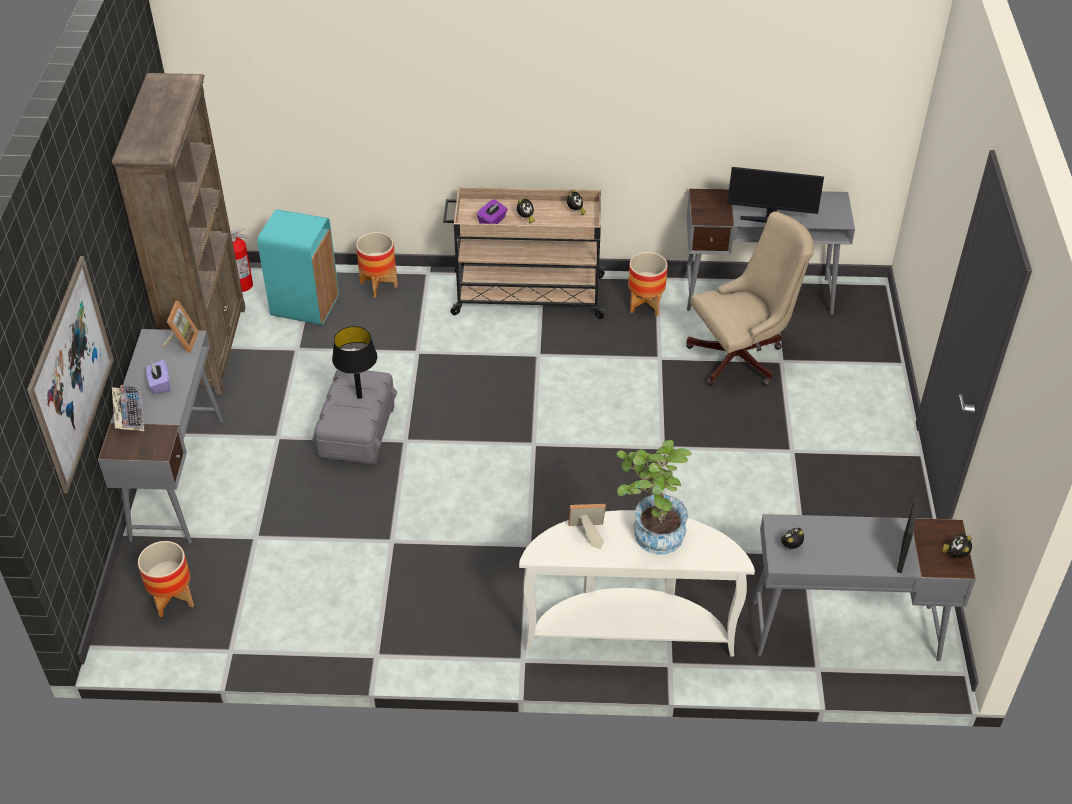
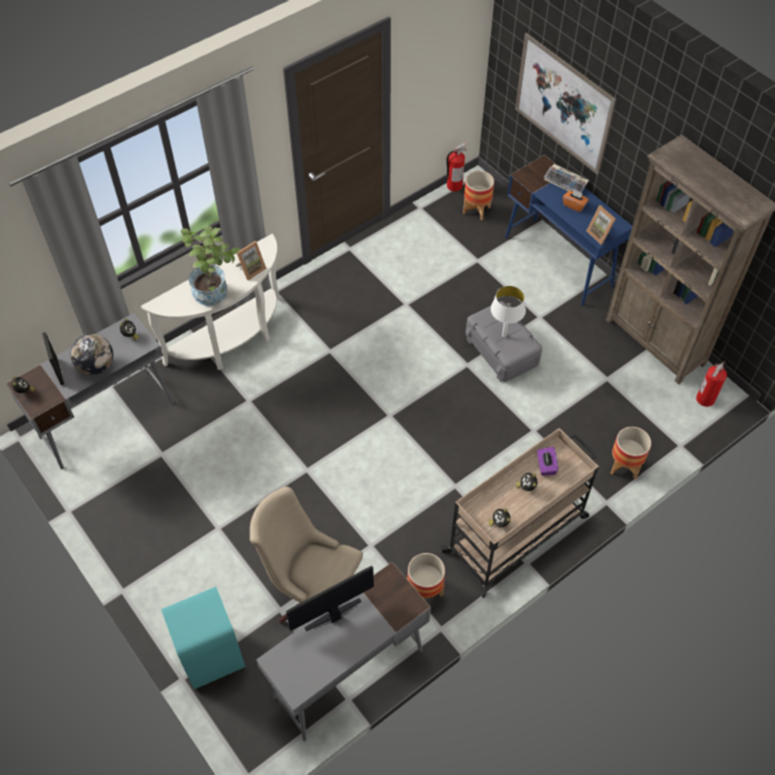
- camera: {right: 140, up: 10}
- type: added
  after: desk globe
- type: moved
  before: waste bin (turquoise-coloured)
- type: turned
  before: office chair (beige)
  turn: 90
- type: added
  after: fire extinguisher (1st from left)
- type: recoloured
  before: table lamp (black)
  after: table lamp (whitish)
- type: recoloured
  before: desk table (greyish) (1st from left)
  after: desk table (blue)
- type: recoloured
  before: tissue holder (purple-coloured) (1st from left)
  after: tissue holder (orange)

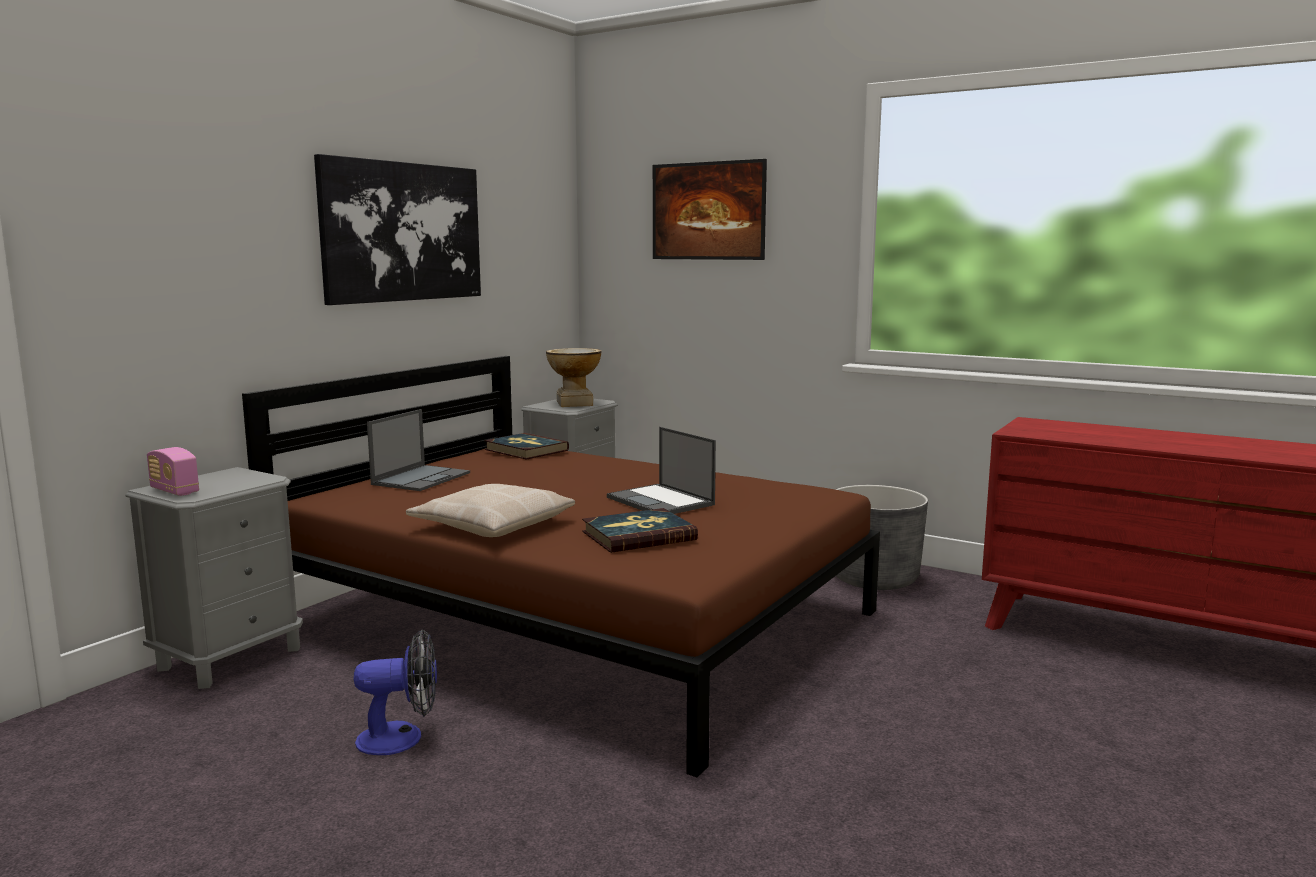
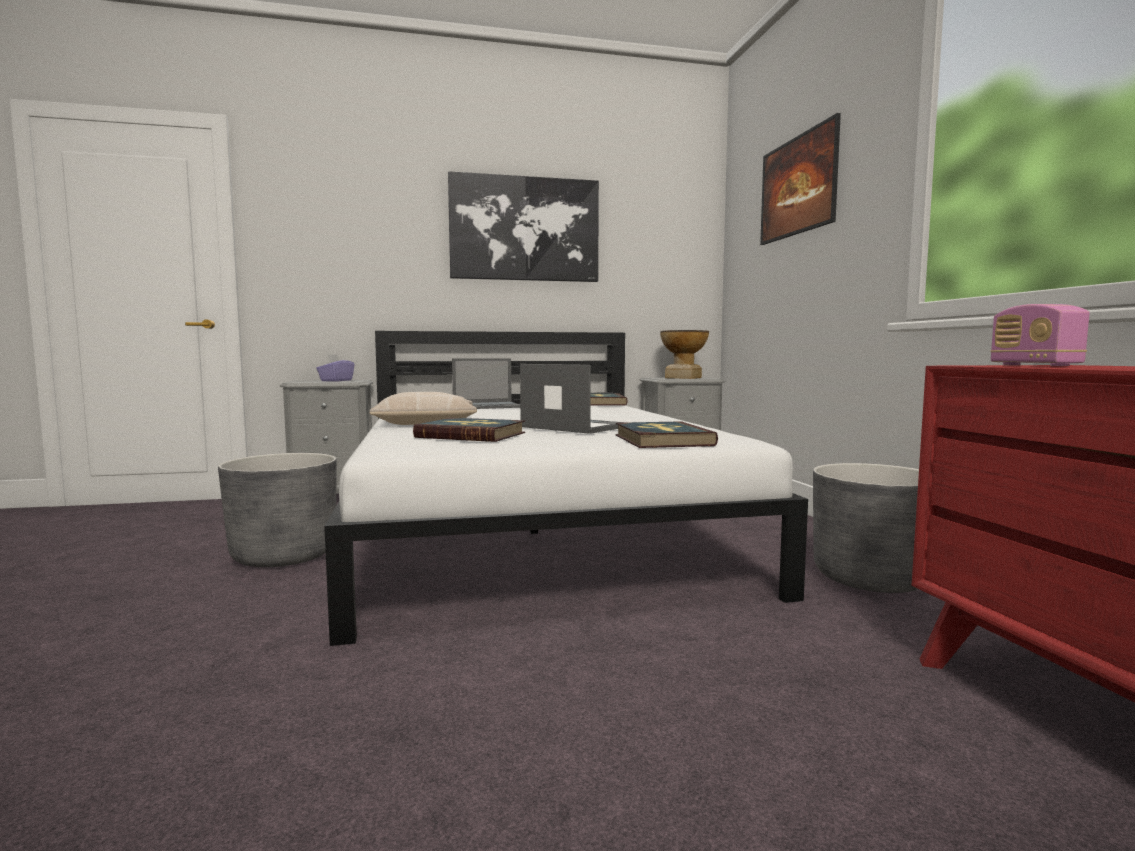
- camera: {right: 45, up: -5}
- type: replaced
  before: fan
  after: flower pot (greyish) (1st from left)
- type: added
  after: tissue holder (purple-coloured)
- type: recoloured
  before: bed (brown-coloured)
  after: bed (whitish)
- type: turned
  before: portable computer (2nd from left)
  turn: 120
- type: added
  after: book (3rd from left)
- type: moved
  before: radio set

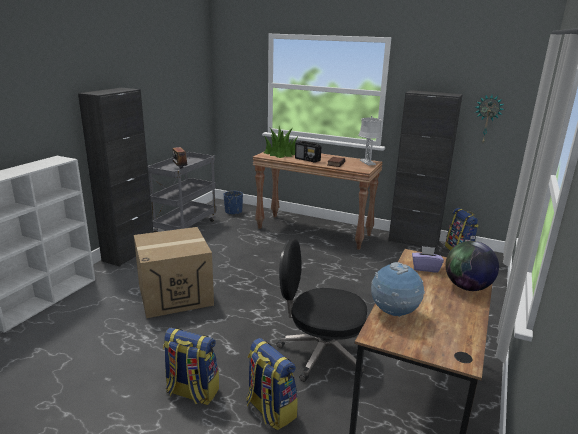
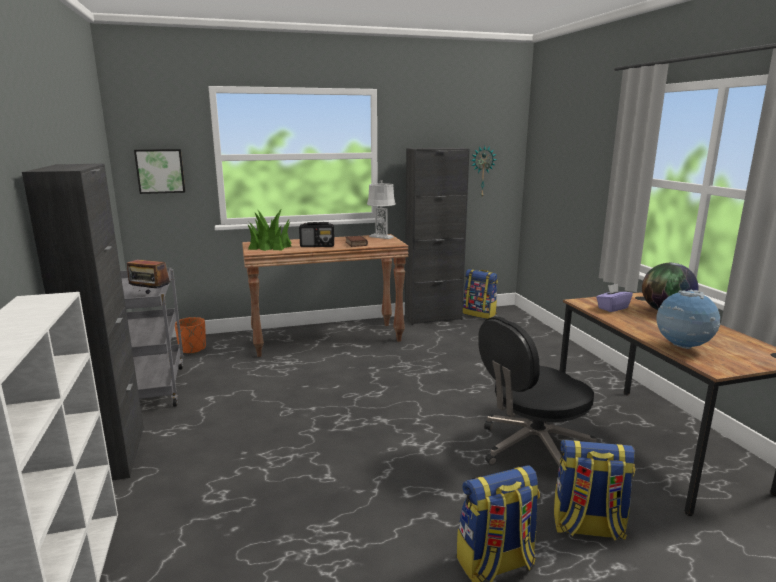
- camera: {right: -40, up: -5}
- type: added
  after: wall picture
- type: recoloured
  before: flower pot (blue)
  after: flower pot (orange)
- type: removed
  before: cardboard box

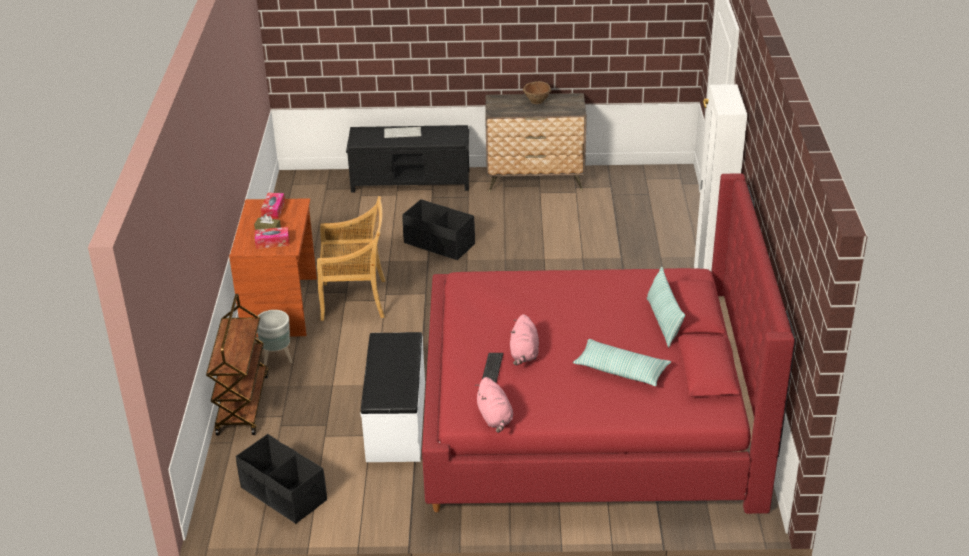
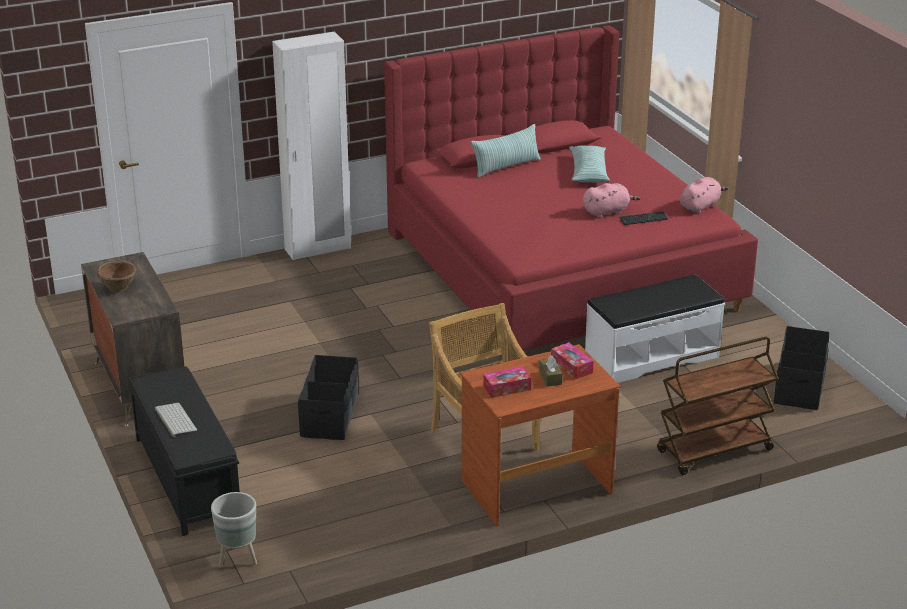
- camera: {right: -115, up: -5}
- type: moved
  before: flower pot (greyish)

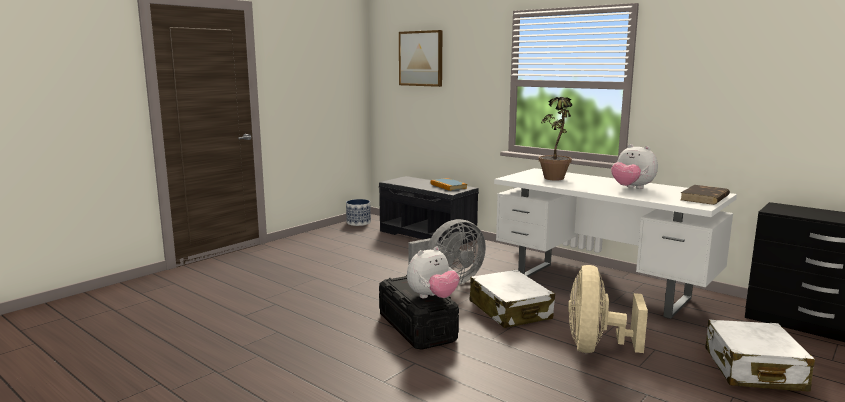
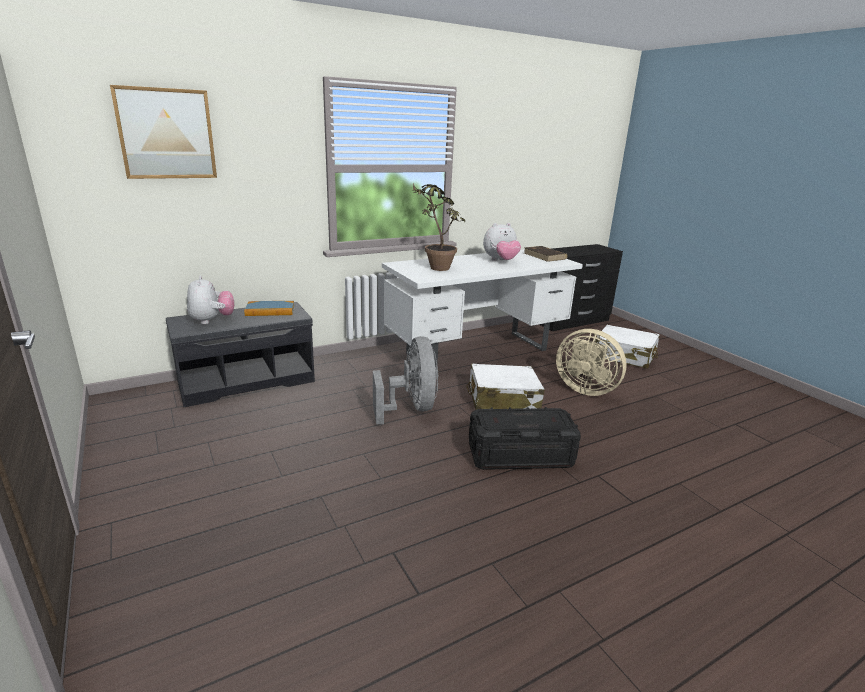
- camera: {right: -70, up: 10}
- type: moved
  before: plush toy (1st from left)
- type: removed
  before: flower pot

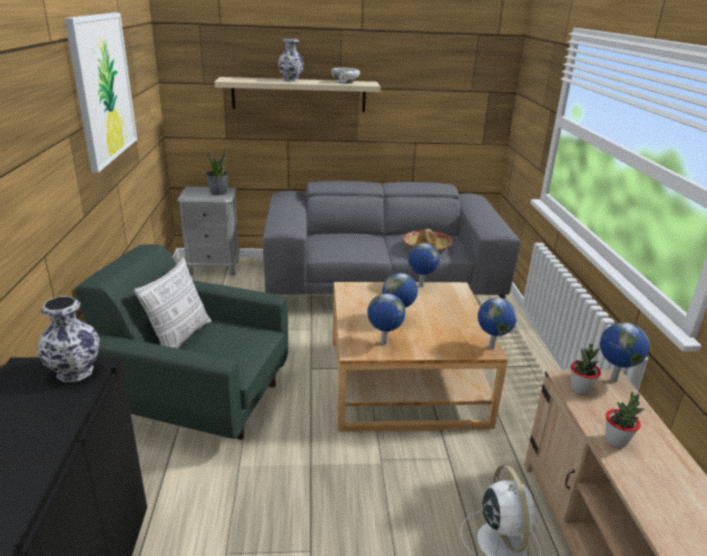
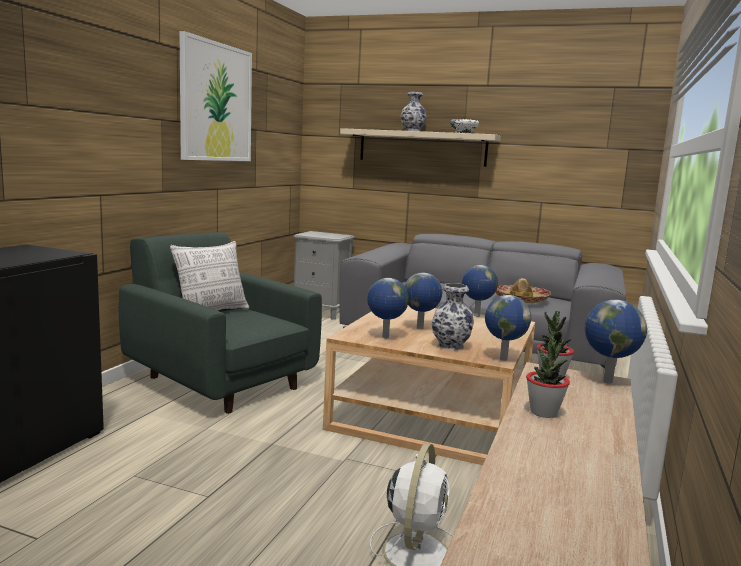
- camera: {right: 25, up: -15}
- type: moved
  before: vase (1st from left in the first image)
  after: vase (2nd from left)
- type: removed
  before: houseplant (1st from left)

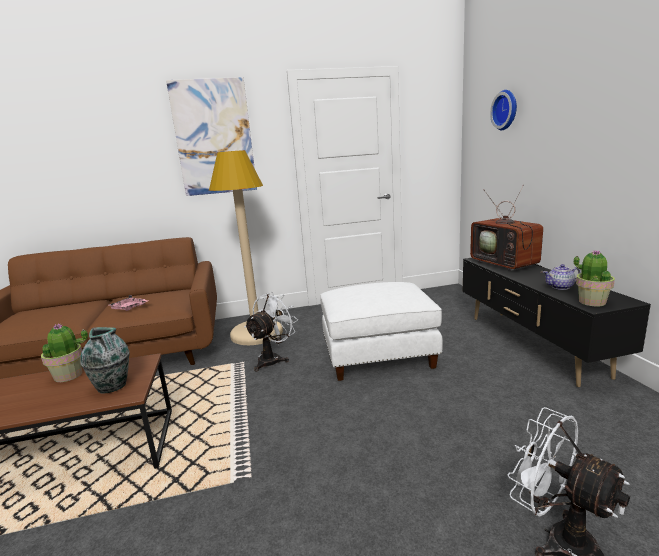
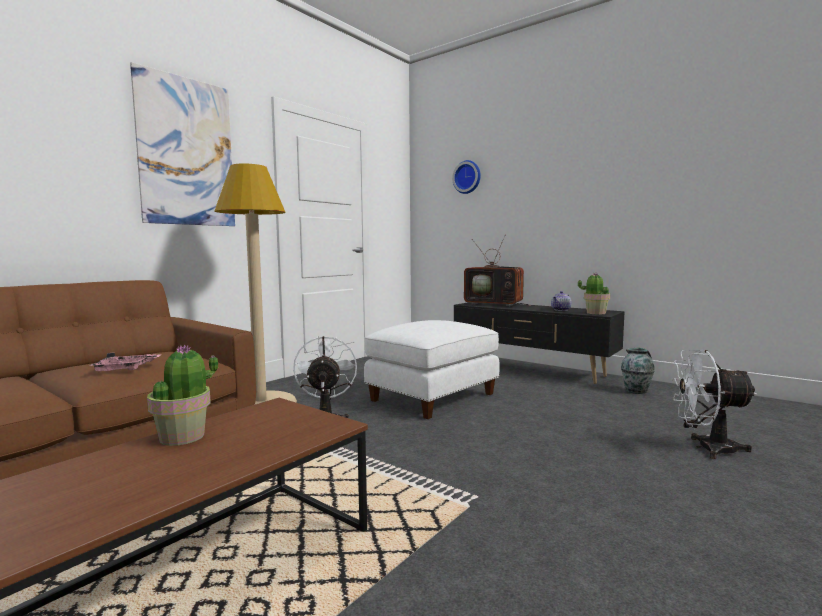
- camera: {right: -40, up: -10}
- type: moved
  before: vase

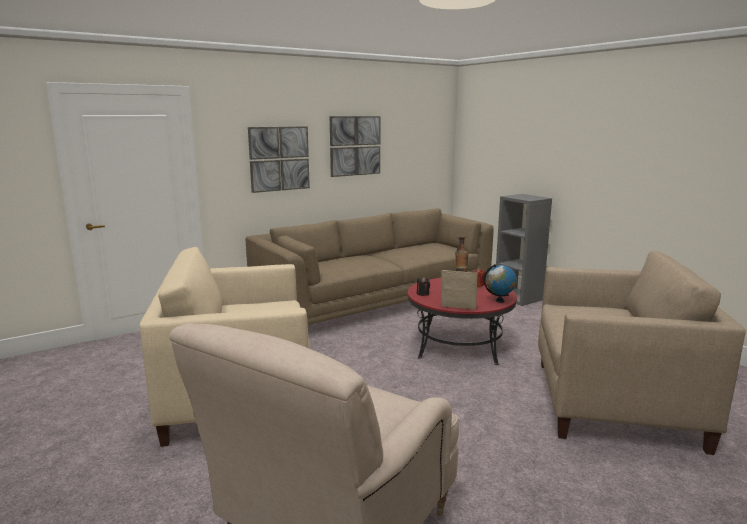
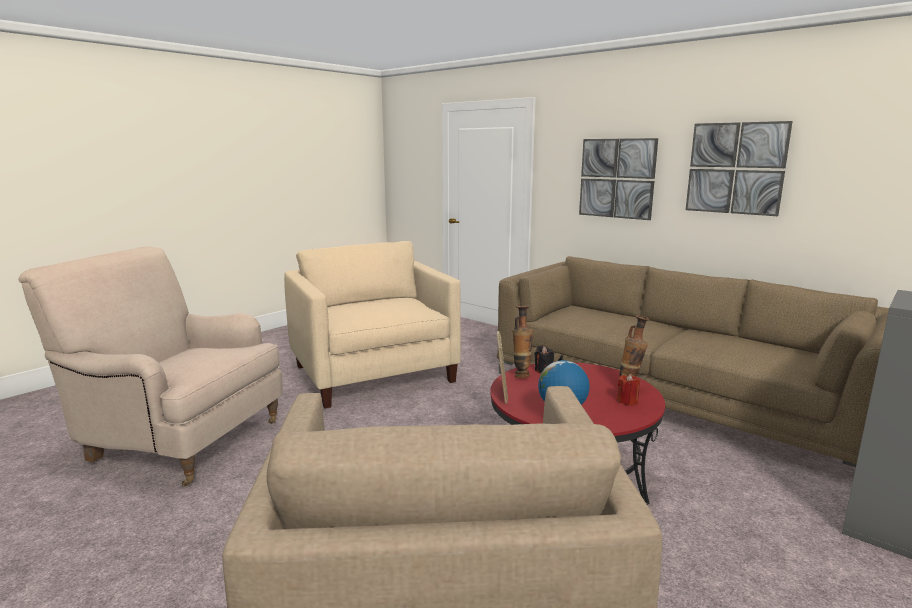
- camera: {right: 75, up: 0}
- type: added
  after: vase (1st from left)

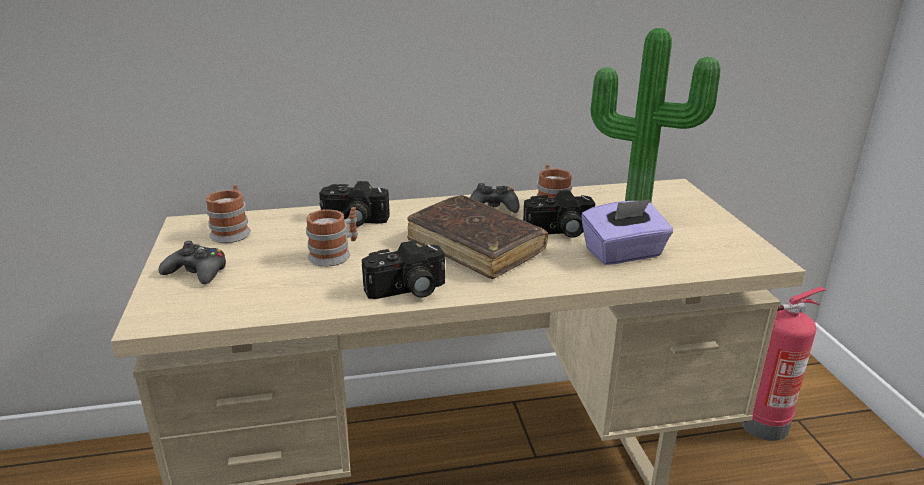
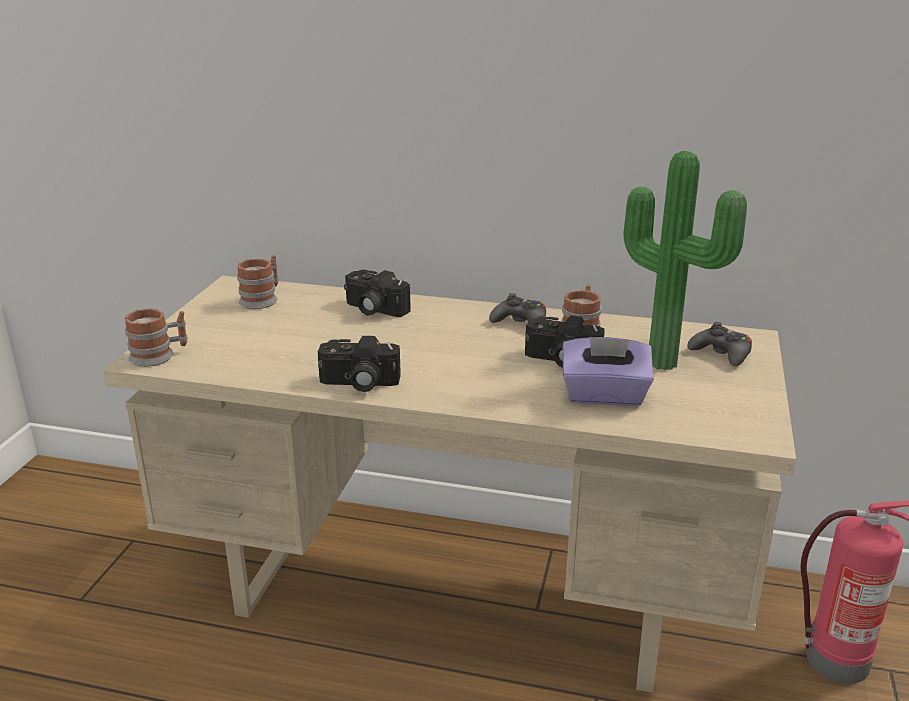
- camera: {right: 25, up: 0}
- type: moved
  before: tea mug (2nd from left in the first image)
  after: tea mug (1st from left)
- type: moved
  before: gamepad (black) (1st from left in the first image)
  after: gamepad (black) (2nd from left)
- type: removed
  before: book (brown-coloured)

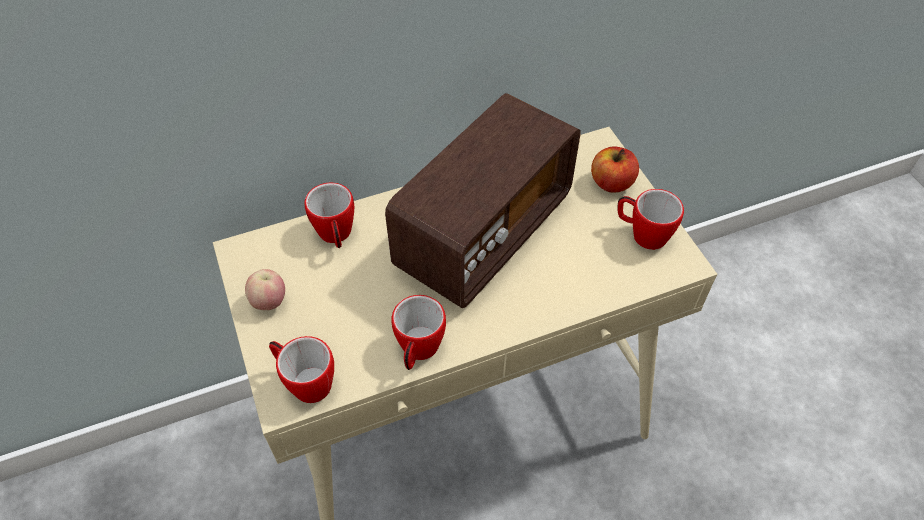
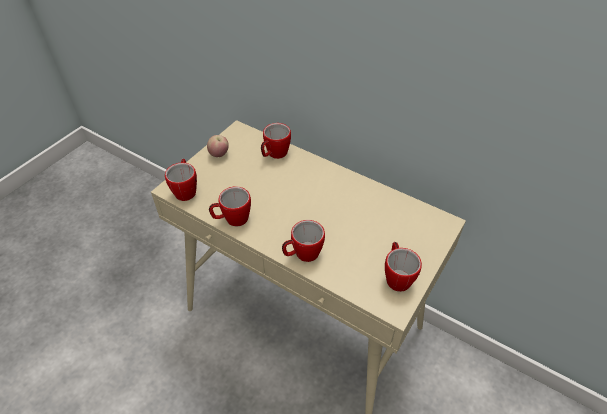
- camera: {right: 55, up: -5}
- type: added
  after: tea mug (4th from left)
- type: removed
  before: radio set
- type: removed
  before: apple (2nd from left)

